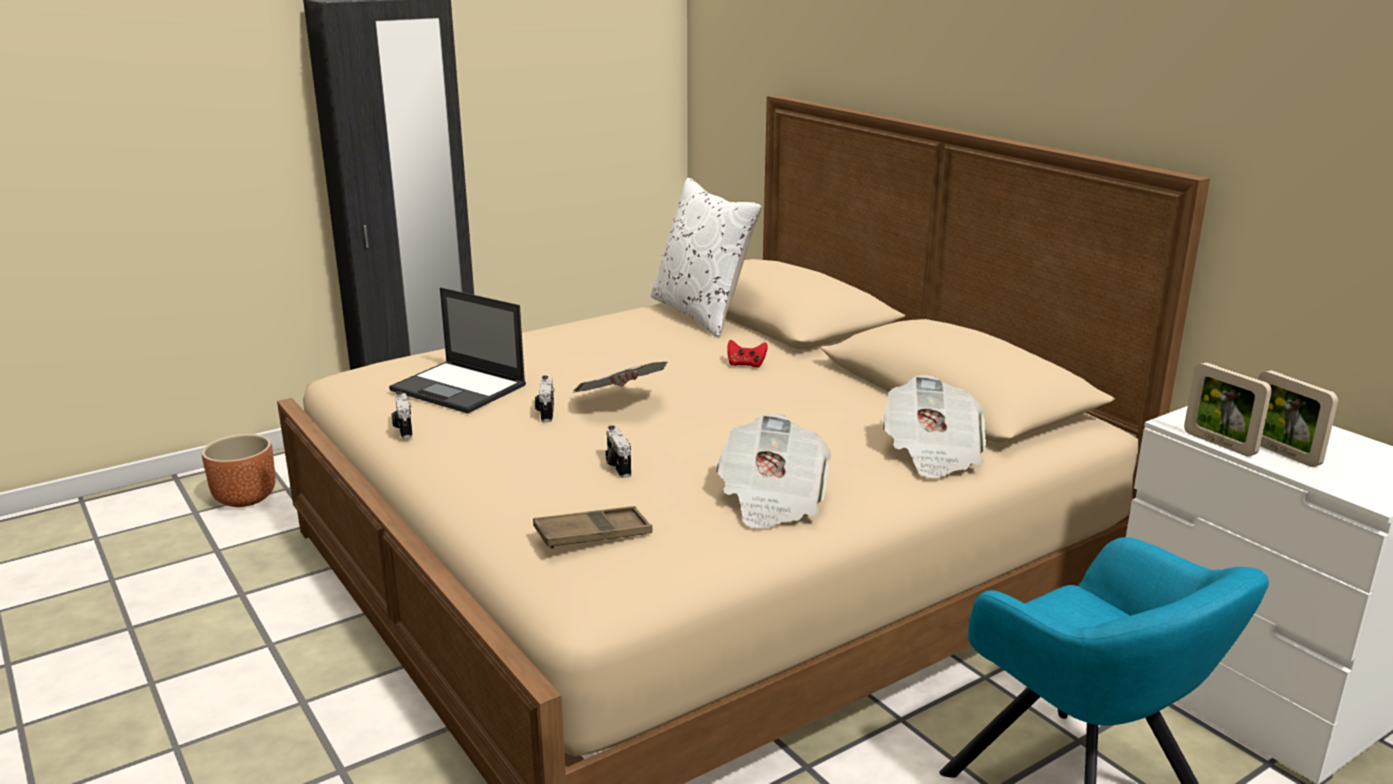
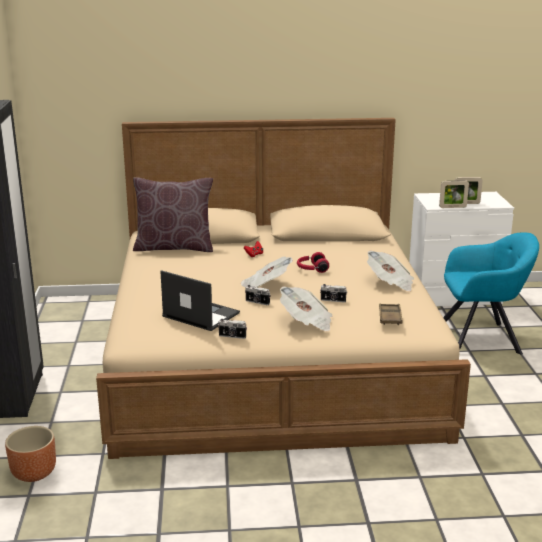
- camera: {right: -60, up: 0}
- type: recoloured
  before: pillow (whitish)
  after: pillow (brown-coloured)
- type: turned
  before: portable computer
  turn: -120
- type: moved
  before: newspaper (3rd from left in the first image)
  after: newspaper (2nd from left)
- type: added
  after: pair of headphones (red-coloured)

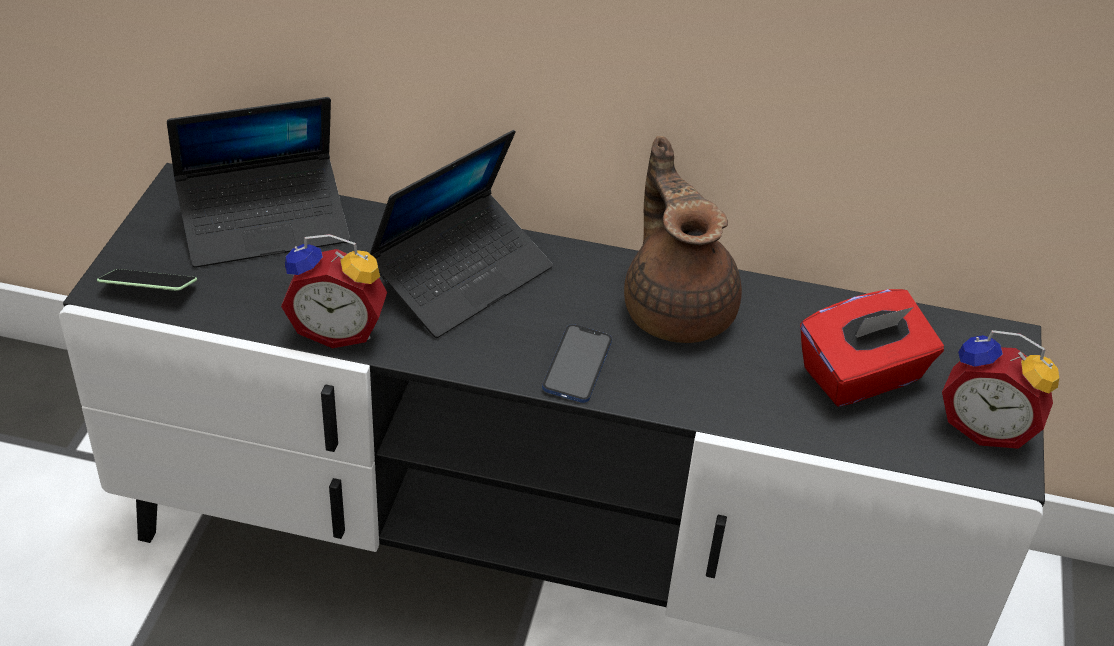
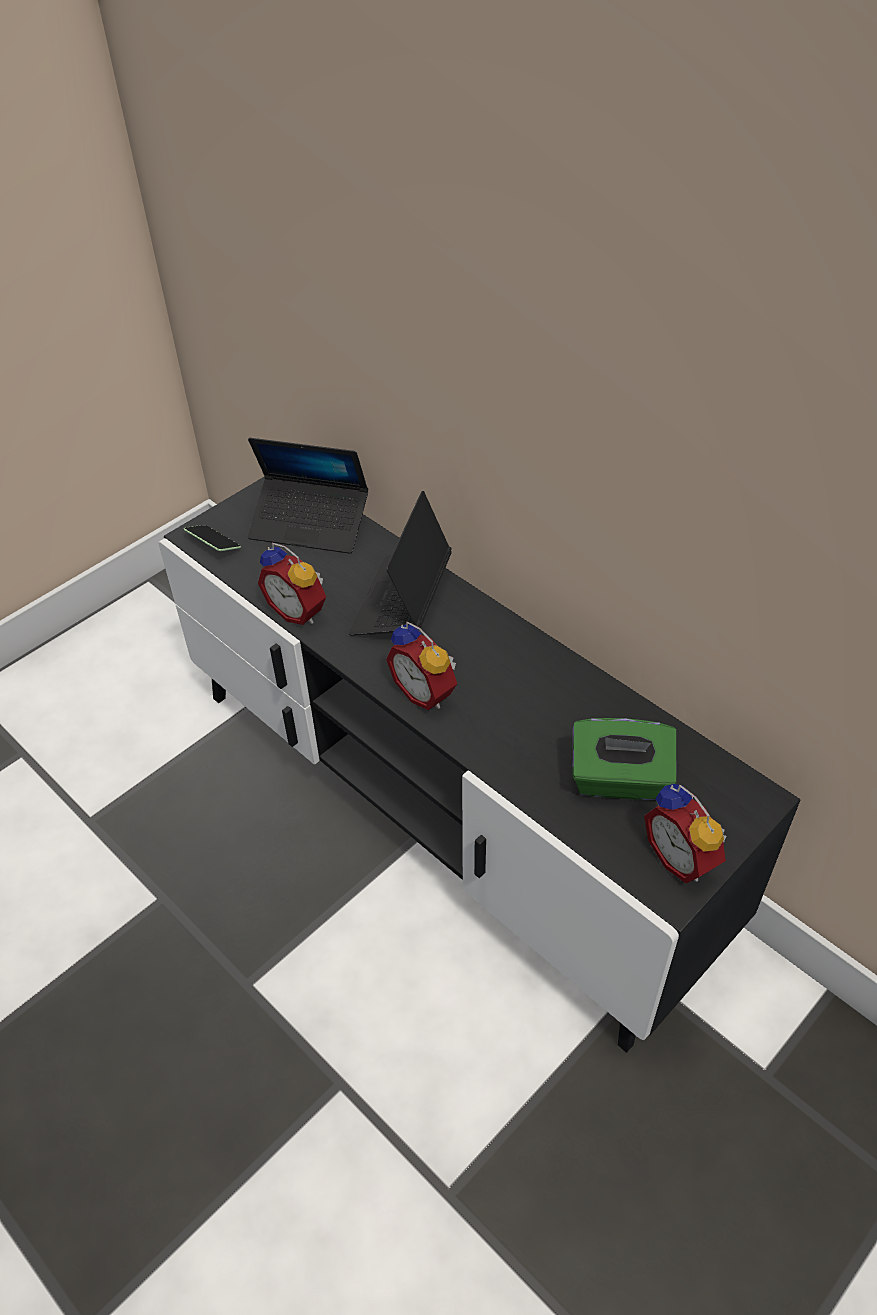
- camera: {right: 35, up: 5}
- type: turned
  before: portable computer (2nd from left)
  turn: 120
- type: replaced
  before: telephone (2nd from left)
  after: table clock (2nd from left)
- type: recoloured
  before: tissue holder (red-coloured)
  after: tissue holder (green)
- type: removed
  before: tea pot (brown-coloured)

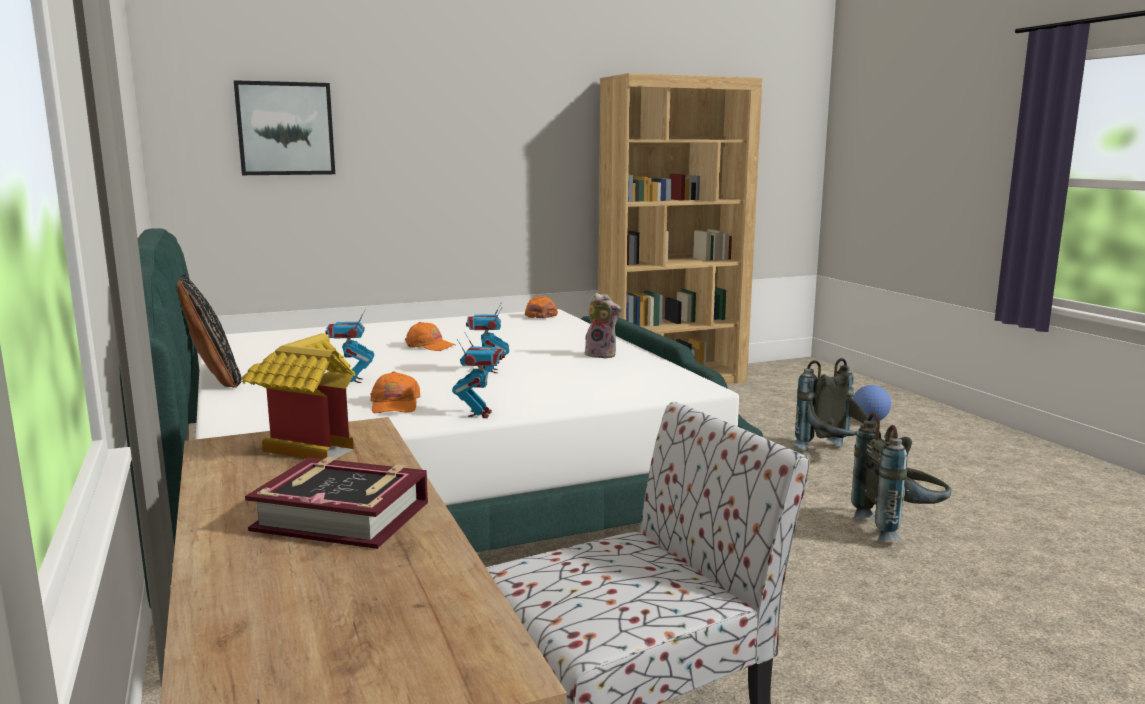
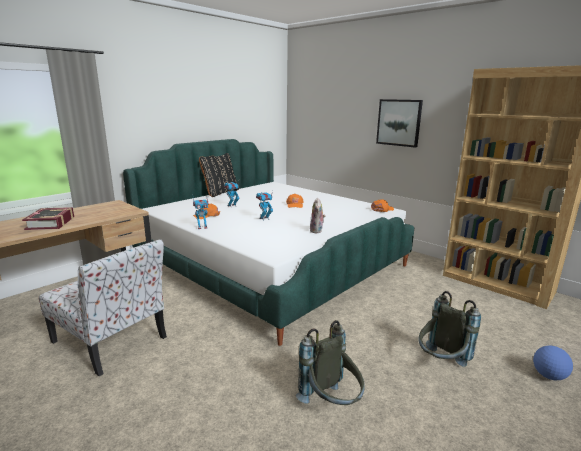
- camera: {right: 65, up: 5}
- type: moved
  before: wall picture
- type: removed
  before: miniature house

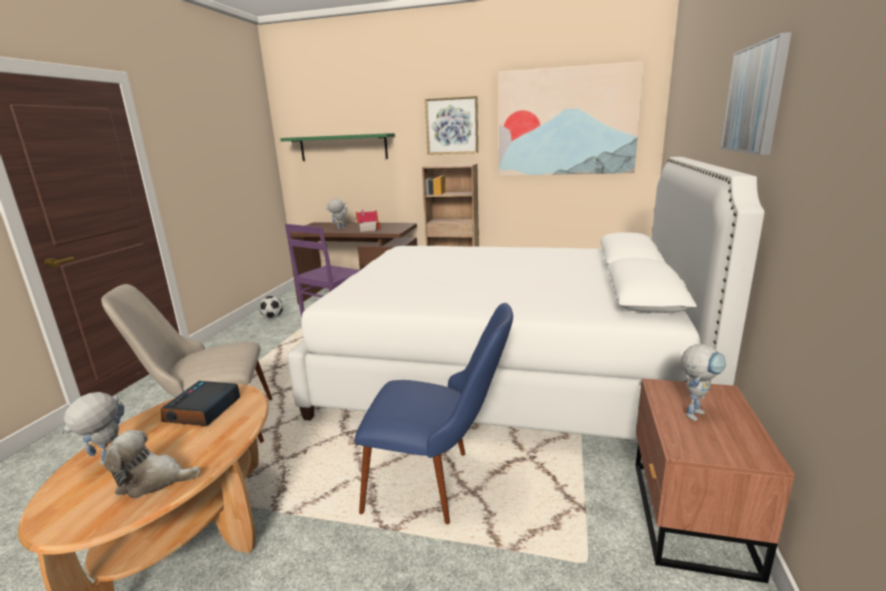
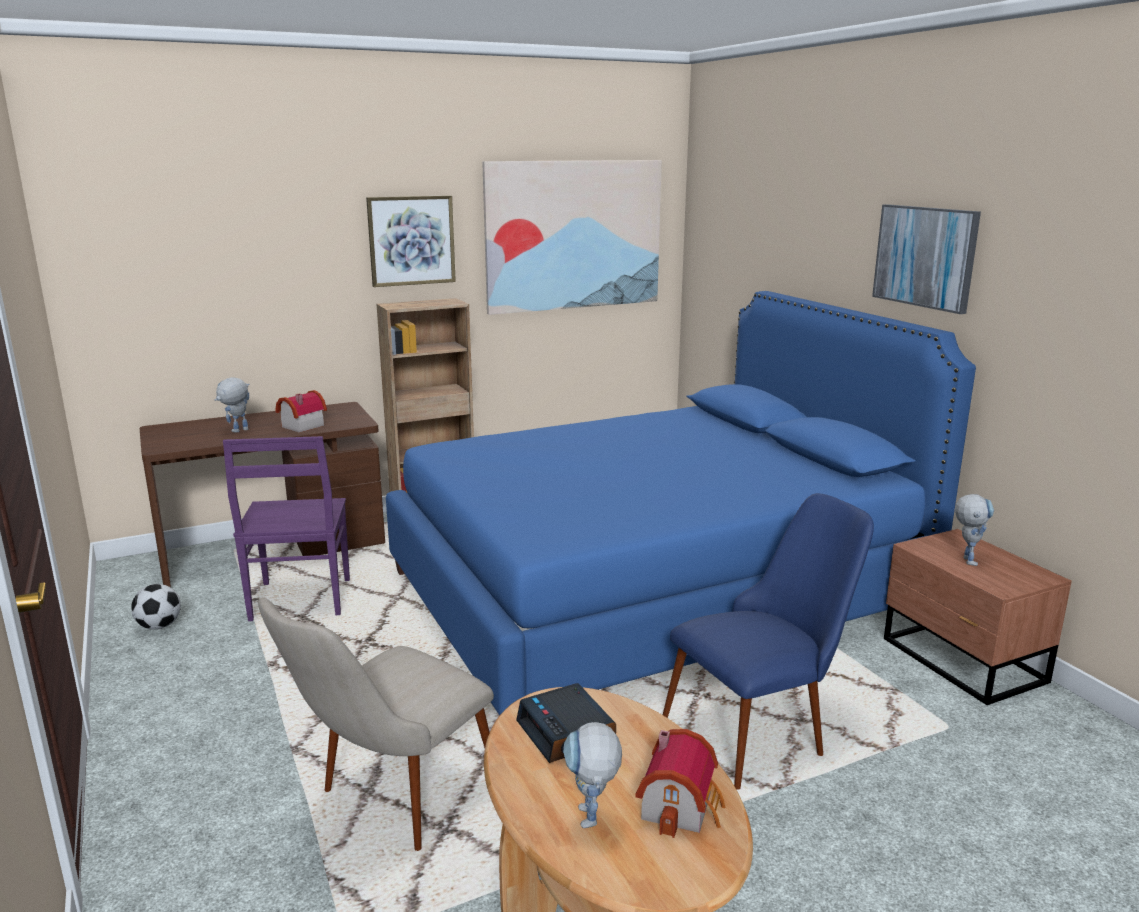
- camera: {right: -40, up: 0}
- type: recoloured
  before: bed (whitish)
  after: bed (blue)
- type: replaced
  before: plush toy
  after: miniature house (2nd from left)
- type: removed
  before: bracket shelf (green)

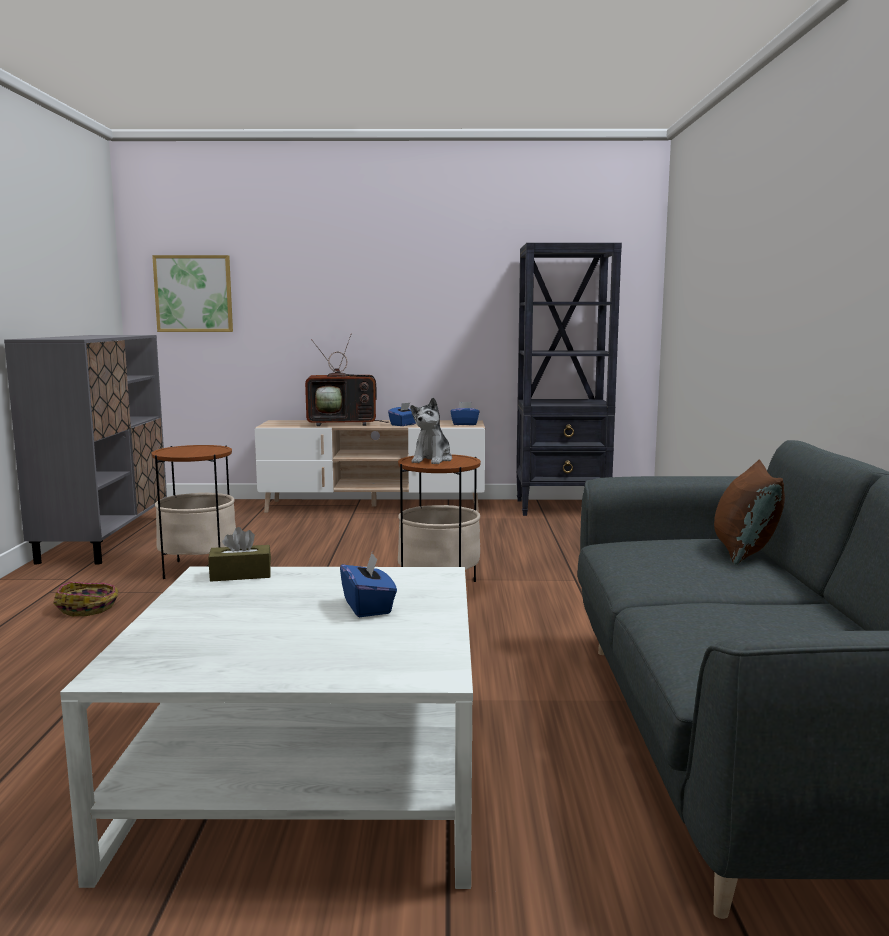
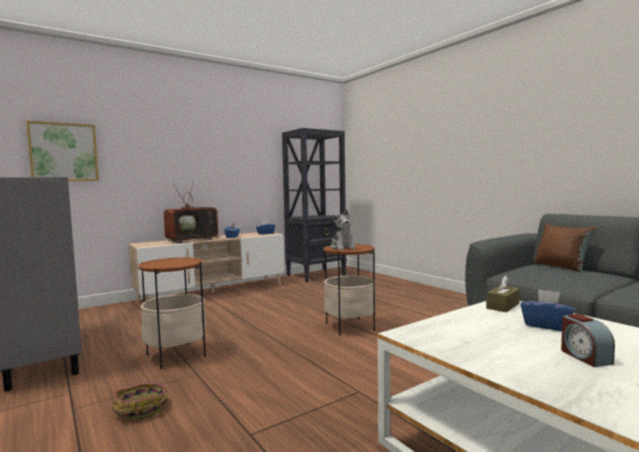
- camera: {right: -35, up: -5}
- type: moved
  before: tissue holder (brown-coloured)
- type: added
  after: table clock

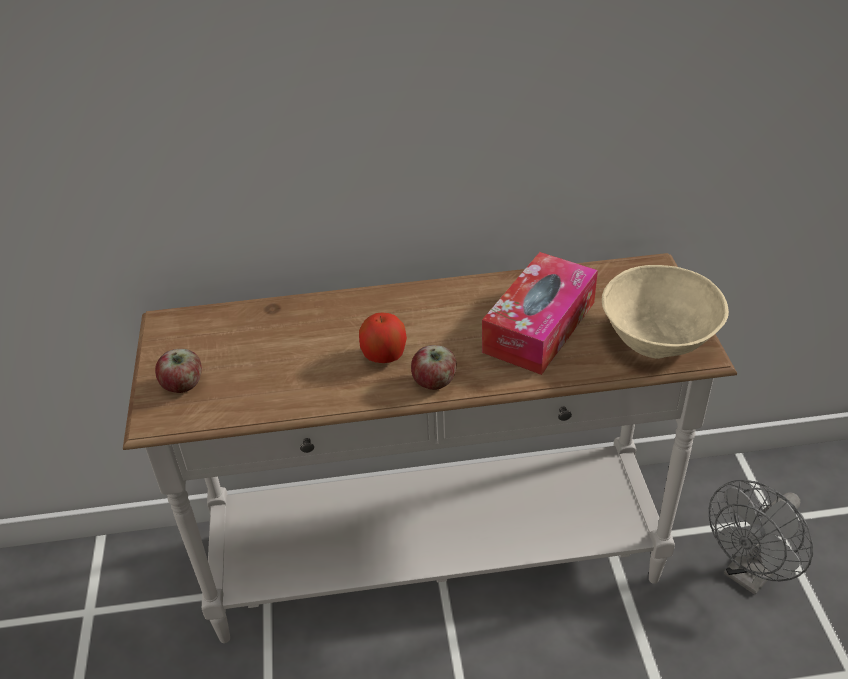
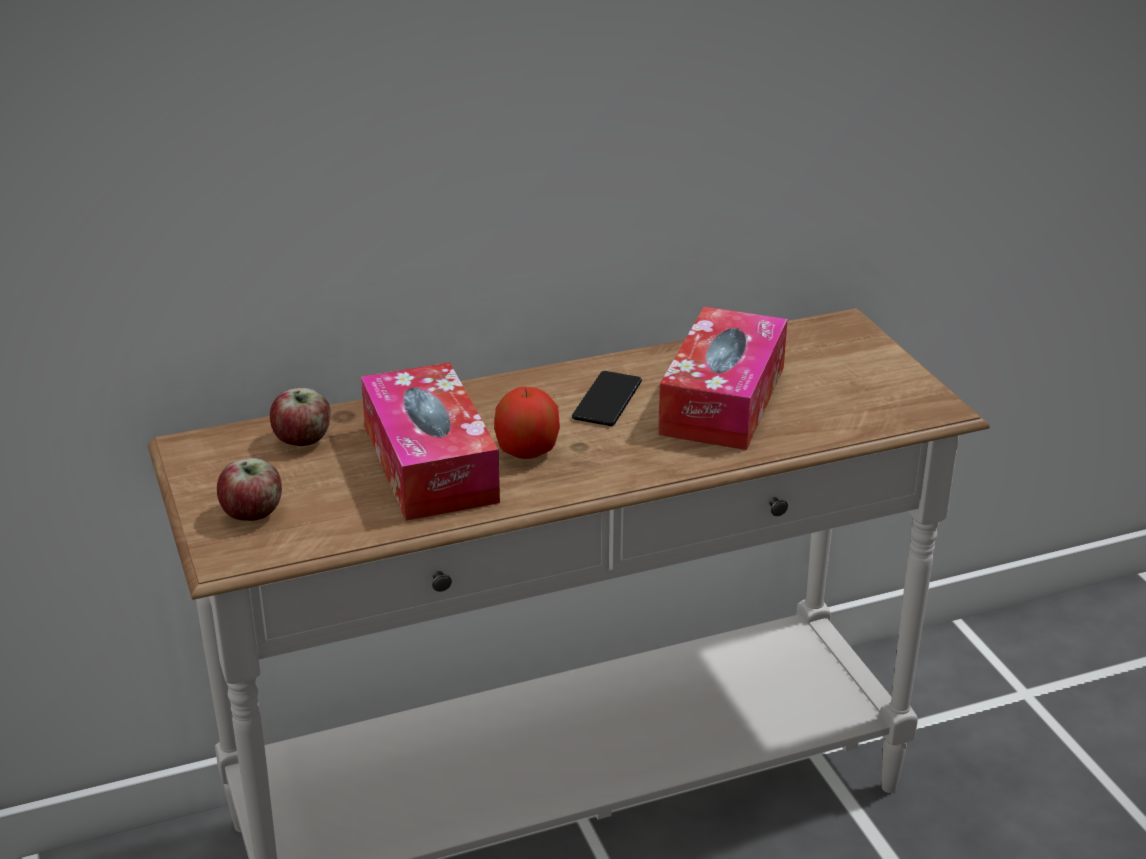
- camera: {right: -15, up: -10}
- type: moved
  before: apple (3rd from left in the first image)
  after: apple (2nd from left)
- type: added
  after: tissue holder (1st from left)
- type: added
  after: telephone
- type: removed
  before: bowl (beige)
- type: removed
  before: fan (greyish)

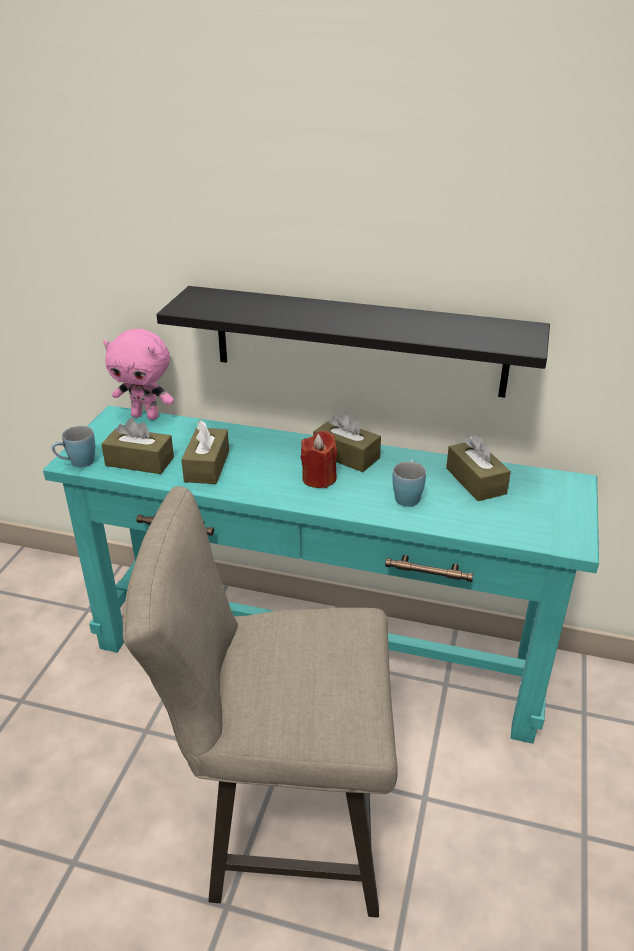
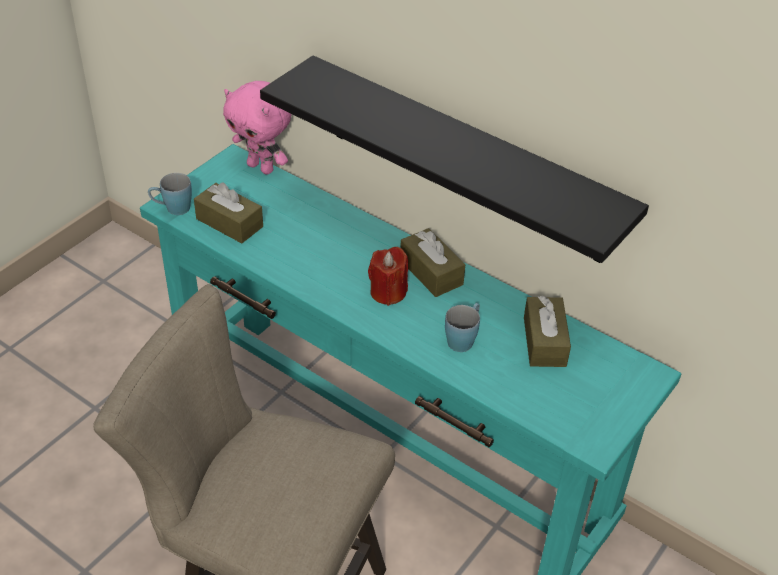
- camera: {right: 20, up: 10}
- type: removed
  before: tissue holder (brown-coloured) (2nd from left)

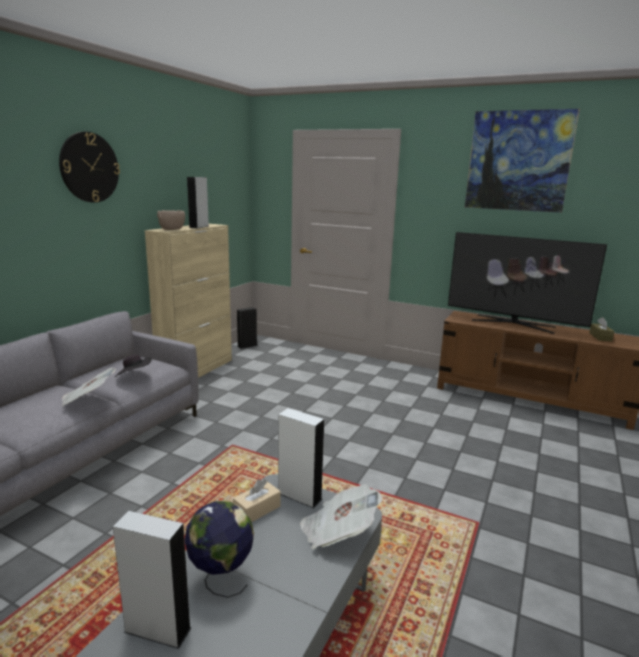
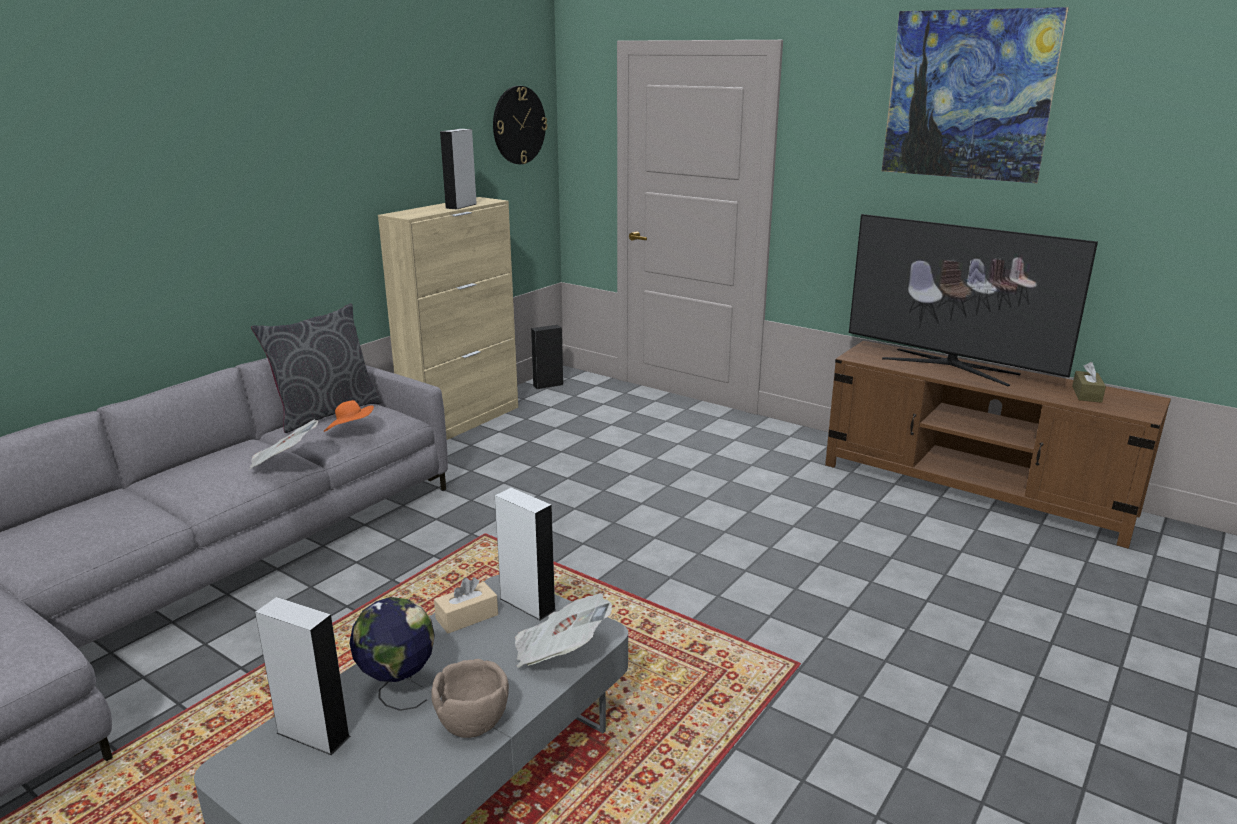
- camera: {right: 10, up: 5}
- type: added
  after: pillow (greyish)
- type: recoloured
  before: hat (black)
  after: hat (orange)
- type: moved
  before: bowl (brown-coloured)
- type: moved
  before: hanging clock

